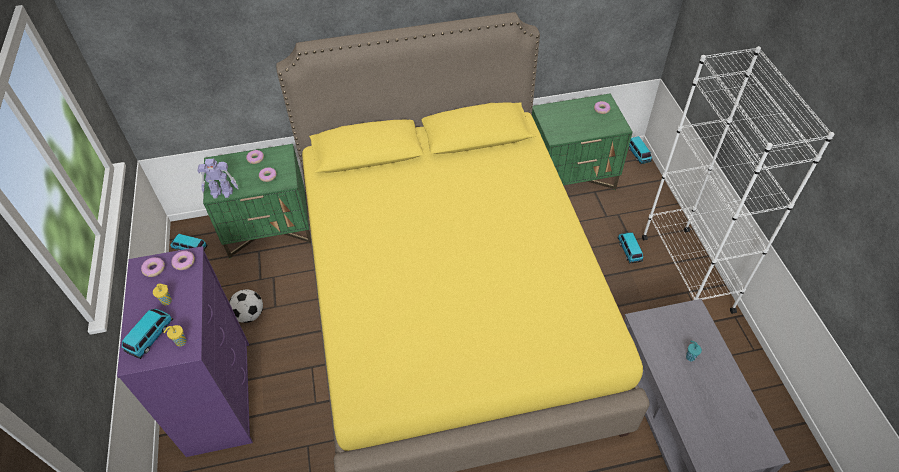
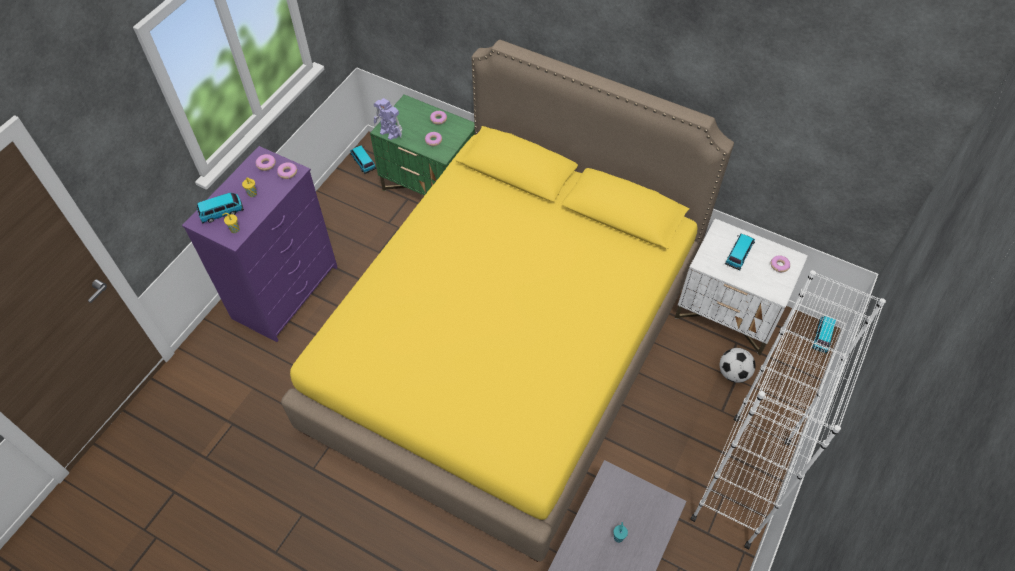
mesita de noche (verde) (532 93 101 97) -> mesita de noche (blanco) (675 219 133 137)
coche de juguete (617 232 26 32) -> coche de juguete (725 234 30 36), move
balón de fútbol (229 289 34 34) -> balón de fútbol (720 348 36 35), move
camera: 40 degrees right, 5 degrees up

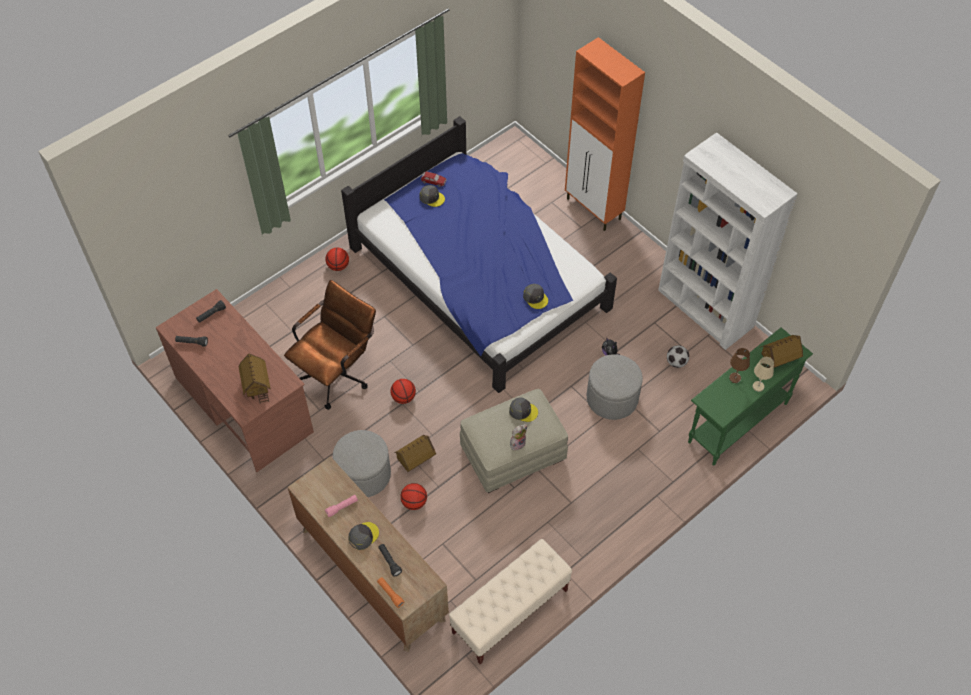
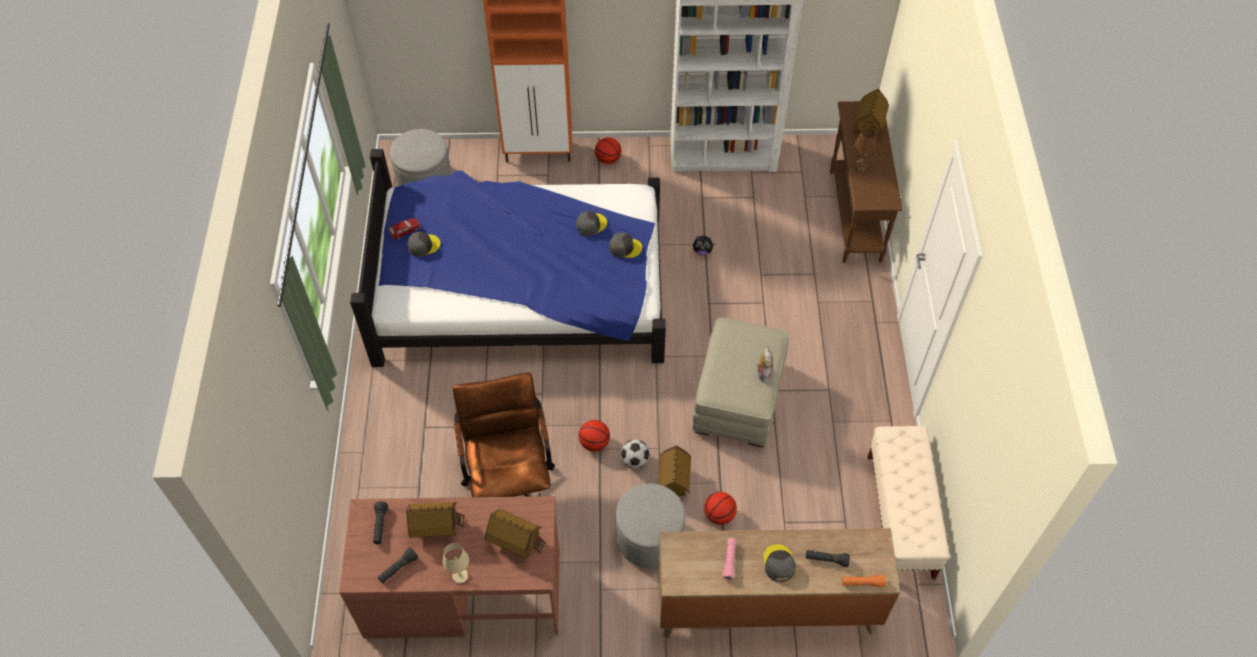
balón de baloncesto (325 248 24 23) -> balón de baloncesto (595 137 26 27), move
mesa consola (verde) (688 328 125 137) -> mesa consola (marrón) (830 101 72 162)
balón de fútbol (667 345 22 23) -> balón de fútbol (621 439 29 29), move
puf (gris) (587 354 56 66) -> puf (gris) (390 129 62 57), move
lámpara de mesa (beis) (752 357 22 35) -> lámpara de mesa (beis) (443 543 26 41), move
gorra (gris) (509 398 29 24) -> gorra (gris) (576 211 31 25), move
none -> casita (406 502 59 36)
camera: 50 degrees left, 0 degrees up

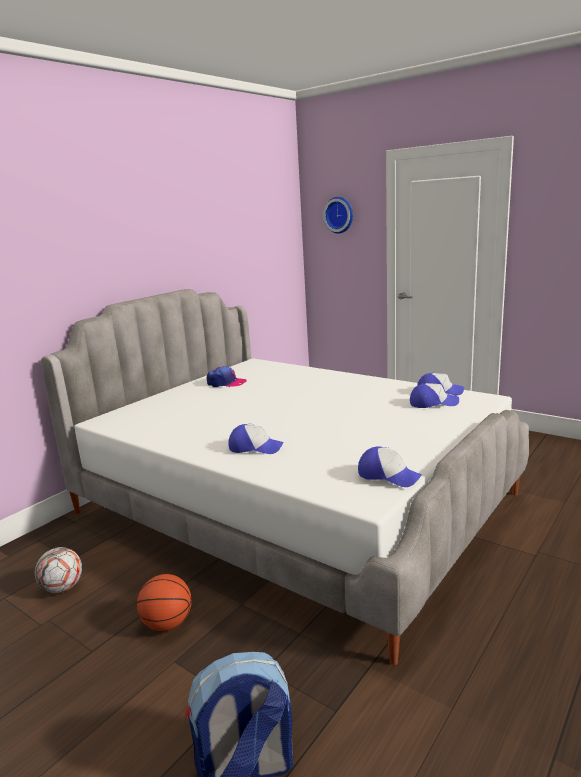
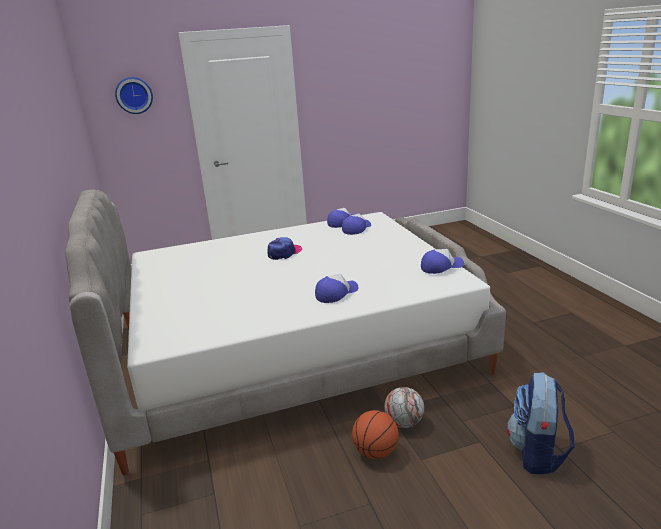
gorra (207 366 40 21) -> gorra (267 237 35 23), move
balón de fútbol (35 547 47 46) -> balón de fútbol (384 387 40 41), move
camera: 55 degrees left, 5 degrees up

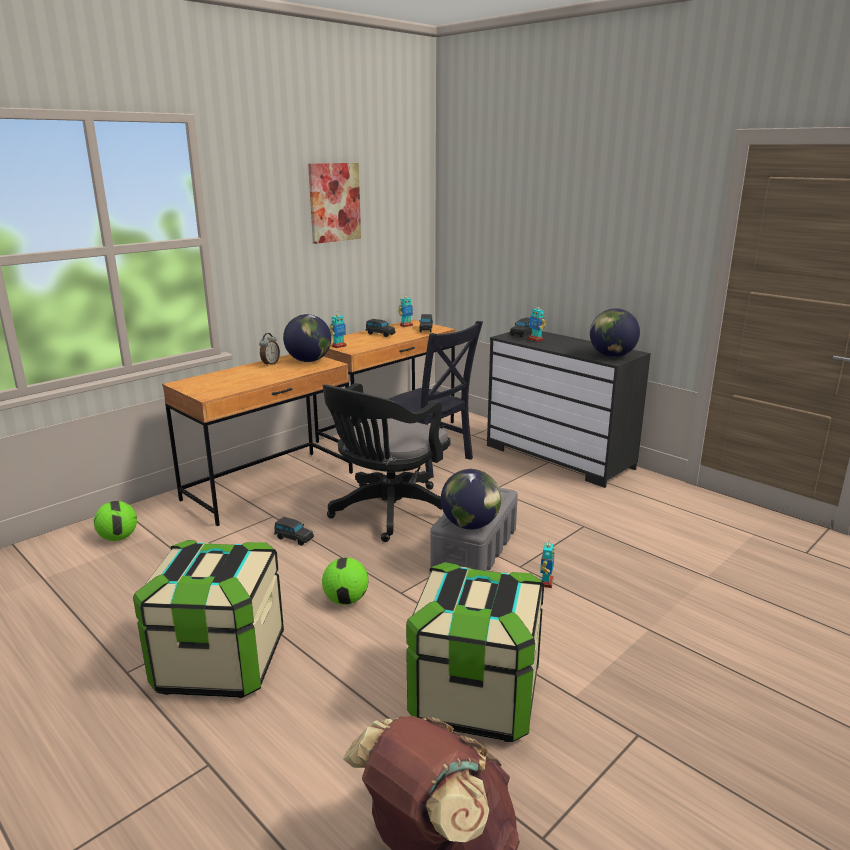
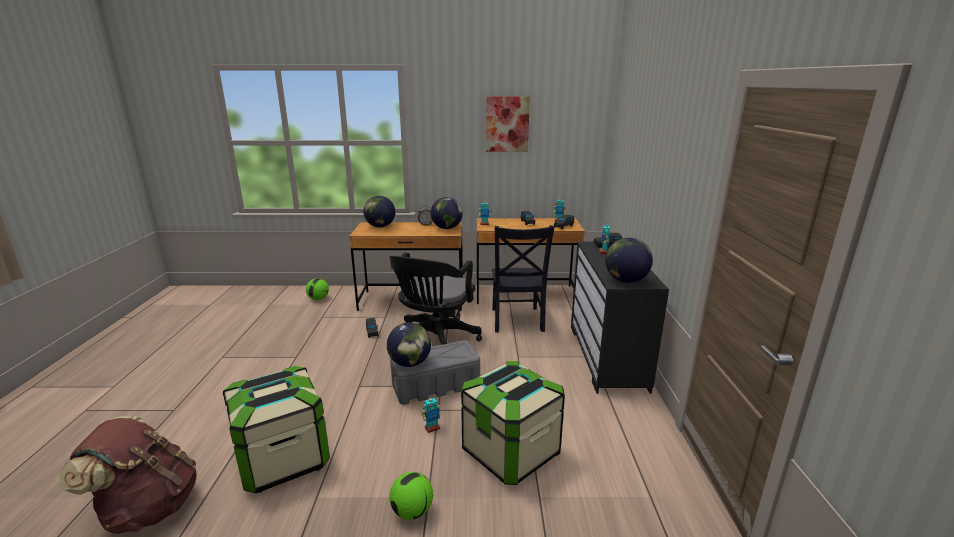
silla de oficina (negro) (322 383 129 159) -> silla de oficina (negro) (390 253 92 92), 60 degrees counterclockwise
caja de almacenaje (133 540 151 158) -> caja de almacenaje (461 361 104 124), move
balón de fútbol (322 557 46 48) -> balón de fútbol (390 472 43 48), move
none -> globo terráqueo (363 196 32 31)
camera: 45 degrees right, 0 degrees up

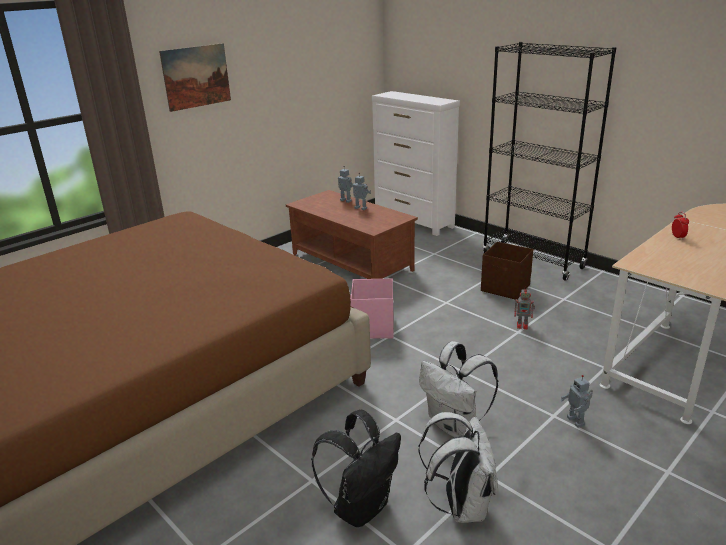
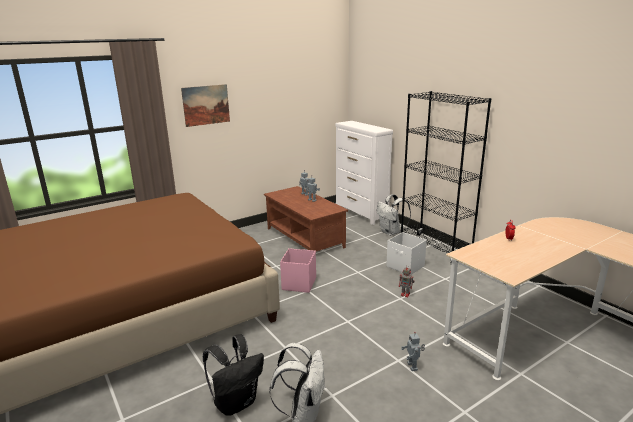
caja de almacenaje (marrón) (481 242 52 58) -> caja de almacenaje (blanco) (386 232 41 43)
mochila (blanco) (419 341 80 96) -> mochila (blanco) (377 194 34 42), move
camera: 10 degrees right, 5 degrees down

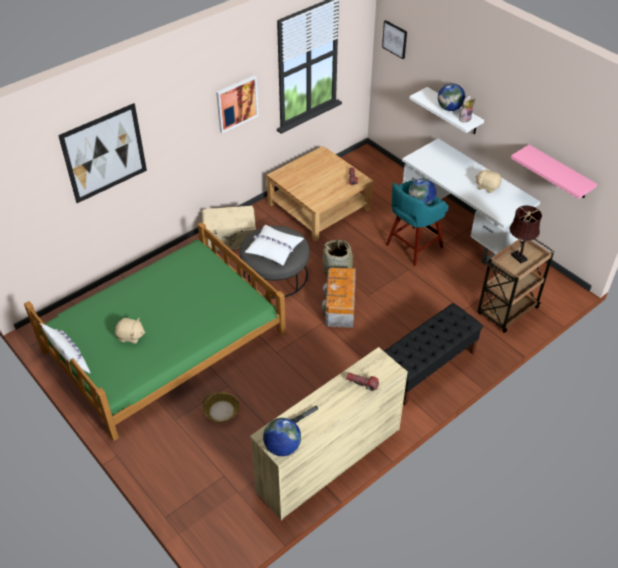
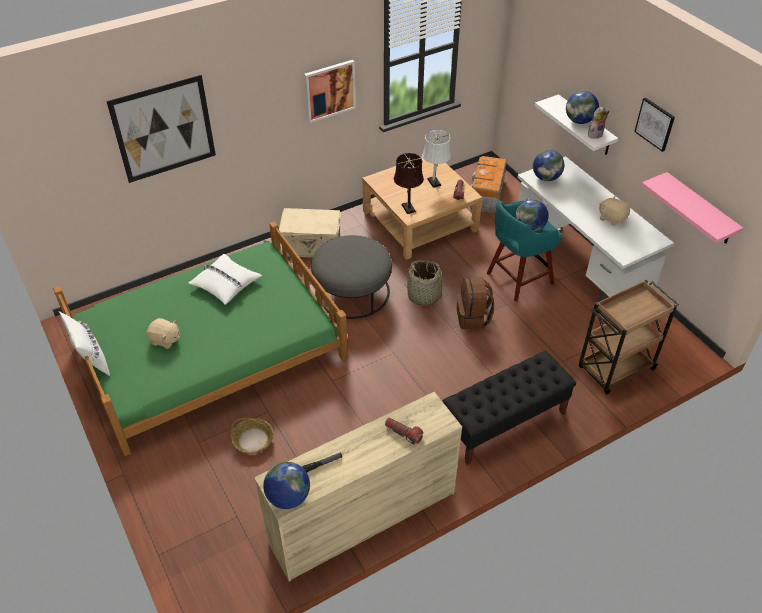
cuadro (382 20 25 39) -> cuadro (634 98 41 54), move
lámpara de mesa (marrón) (509 205 33 58) -> lámpara de mesa (marrón) (393 153 31 61), move
cojín (blanco) (245 225 59 41) -> cojín (blanco) (189 254 73 51), move
caja de almacenaje (322 267 34 61) -> caja de almacenaje (470 156 37 58), move
none -> lámpara de mesa (blanco) (422 130 29 58)
none -> globo terráqueo (533 150 31 31)
none -> mochila (marrón) (457 277 37 52)
camera: 10 degrees right, 0 degrees up

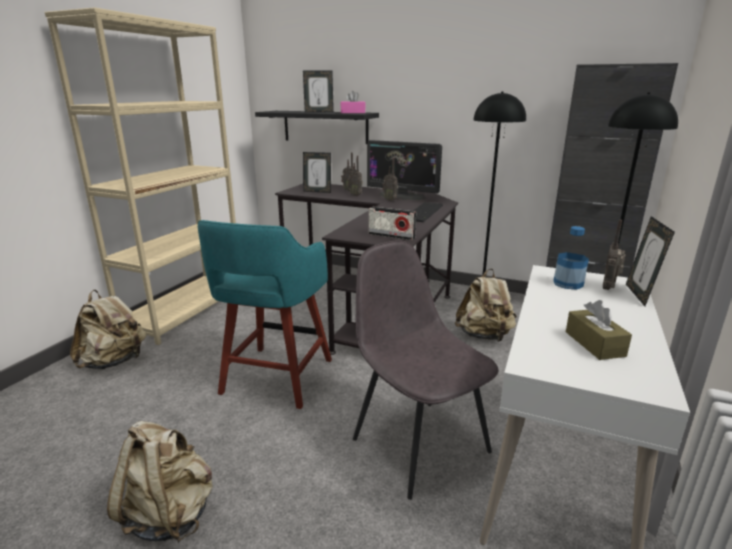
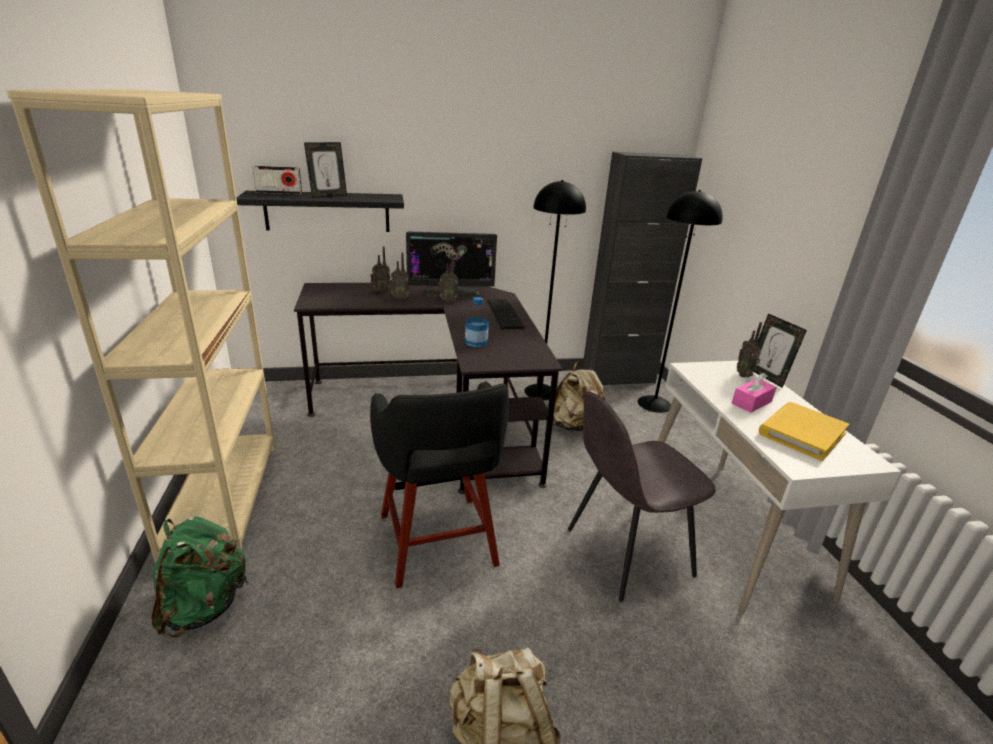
caja de pañuelos (rosa) (340 91 26 22) -> caja de pañuelos (rosa) (732 373 45 40), move
portarretratos (303 152 28 41) -> none
radio (369 207 47 33) -> radio (252 166 50 28), move
taburete (turquesa) (198 220 134 189) -> taburete (negro) (370 381 139 207)
botella (553 226 36 64) -> botella (465 297 24 51), move
silla (gris) (353 240 146 260) -> silla (gris) (568 391 148 211), 45 degrees counterclockwise
mochila (beis) (70 290 76 79) -> mochila (verde) (151 516 98 122)
caja de pañuelos (marrón) (566 300 66 60) -> libro (amarillo) (759 402 90 59)
camera: 35 degrees left, 5 degrees up

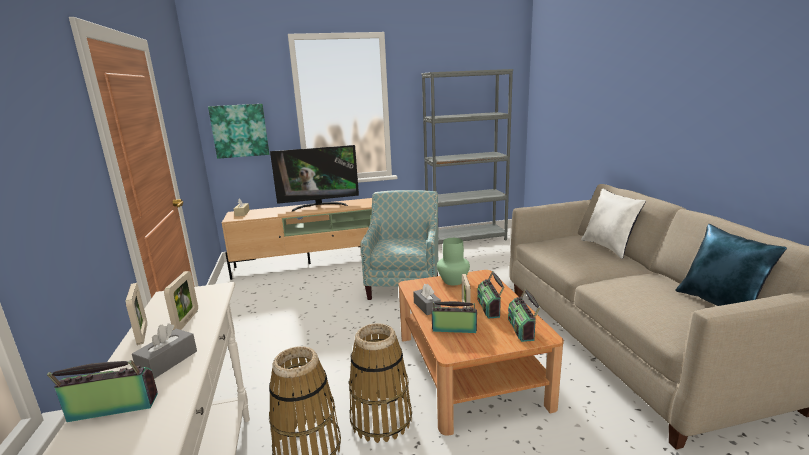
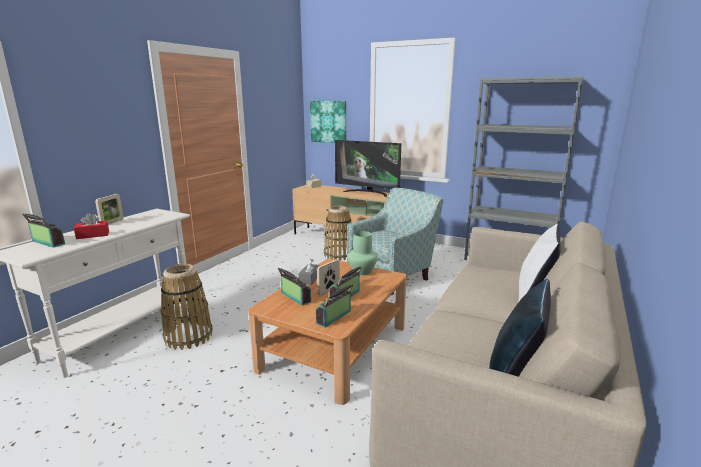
portarretratos (164 271 34 59) -> none
caja de pañuelos (gris) (132 323 65 56) -> caja de pañuelos (rojo) (74 213 35 26)
cesta (349 323 63 120) -> cesta (324 205 28 56), move
camera: 40 degrees right, 0 degrees up

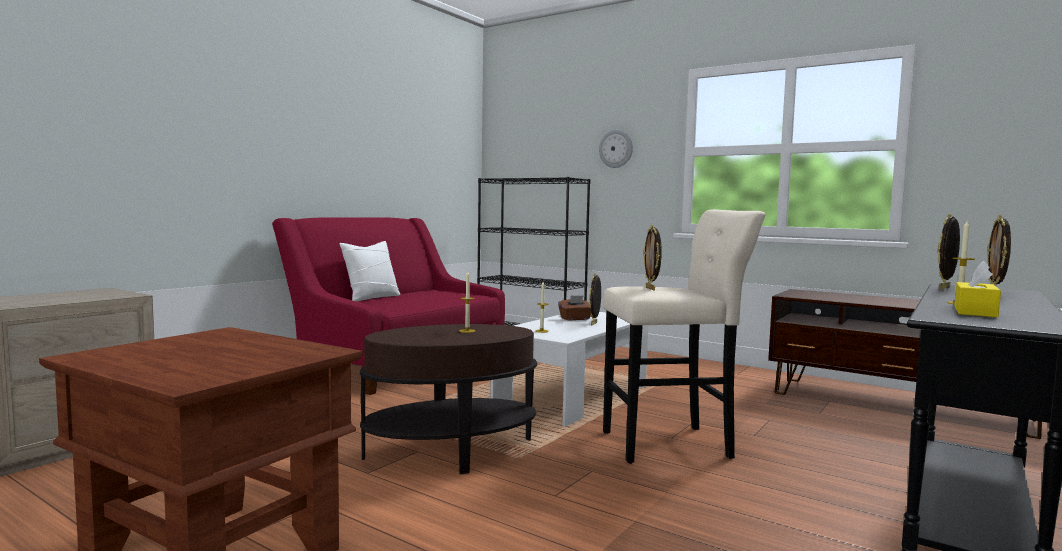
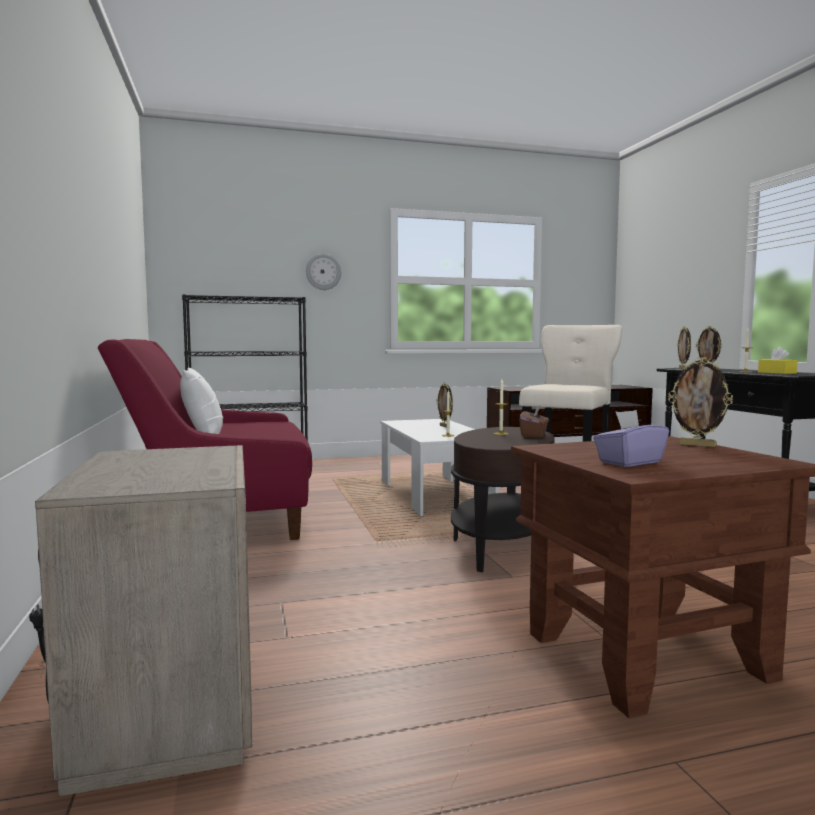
portarretratos (643 225 19 65) -> portarretratos (668 357 65 90), move
caja de pañuelos (marrón) (558 295 33 25) -> caja de pañuelos (marrón) (519 405 30 33), move
none -> caja de pañuelos (morado) (593 410 76 57)
camera: 50 degrees left, 0 degrees up

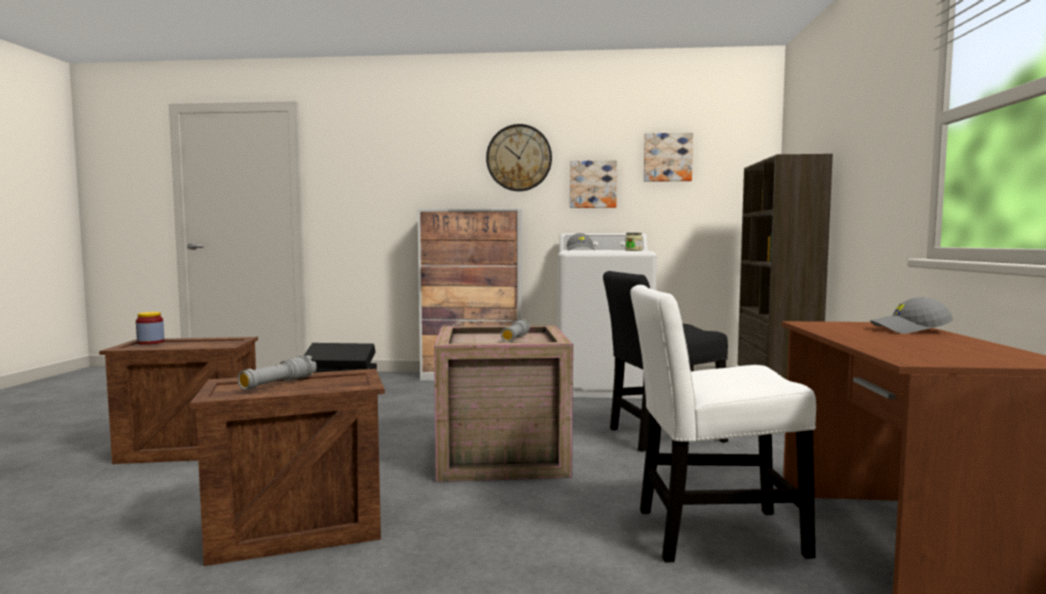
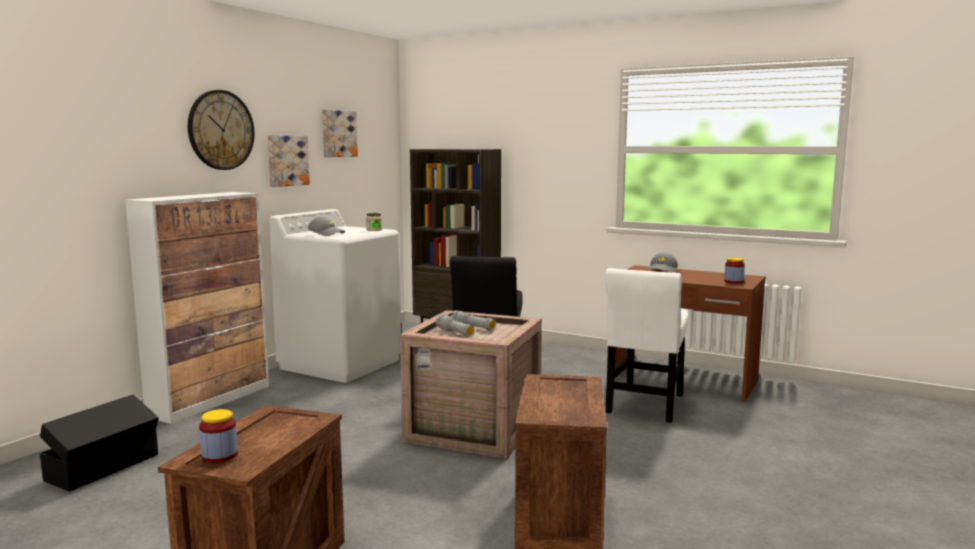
linterna (gris) (238 355 79 35) -> linterna (gris) (435 314 40 23), move
none -> tarro (724 258 21 26)
camera: 65 degrees left, 5 degrees up

